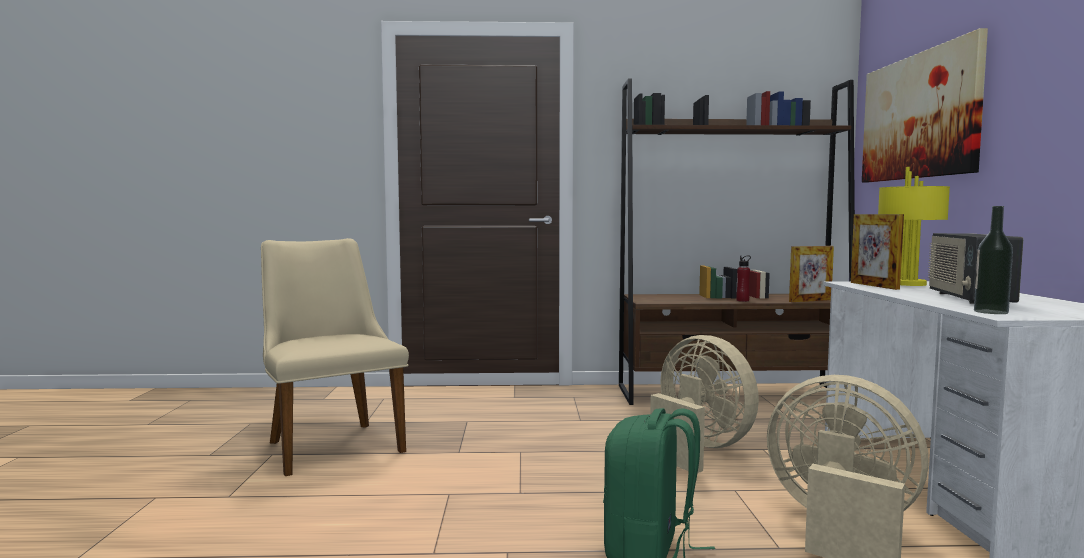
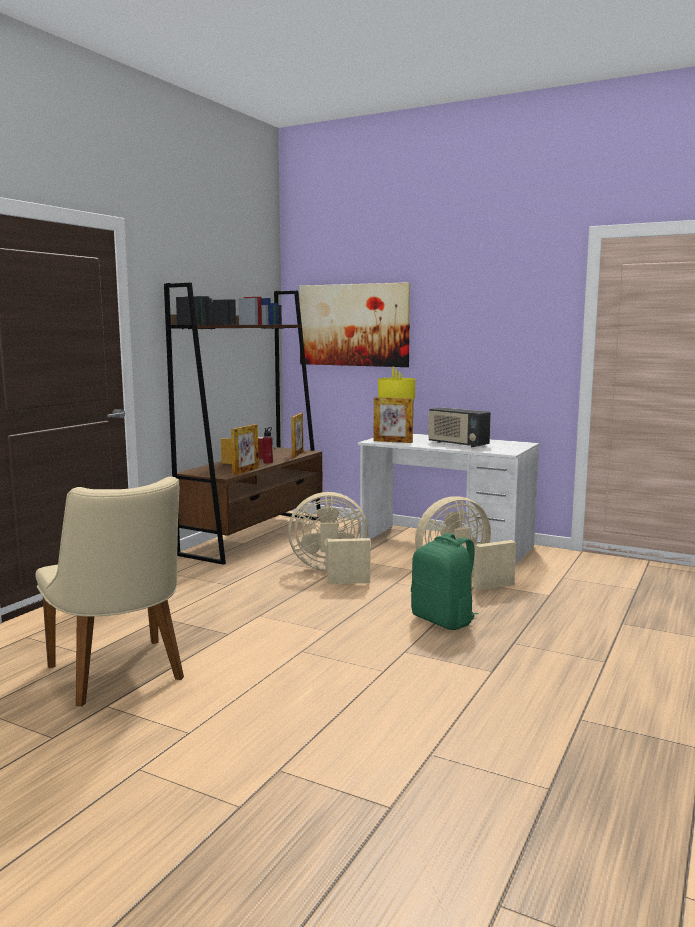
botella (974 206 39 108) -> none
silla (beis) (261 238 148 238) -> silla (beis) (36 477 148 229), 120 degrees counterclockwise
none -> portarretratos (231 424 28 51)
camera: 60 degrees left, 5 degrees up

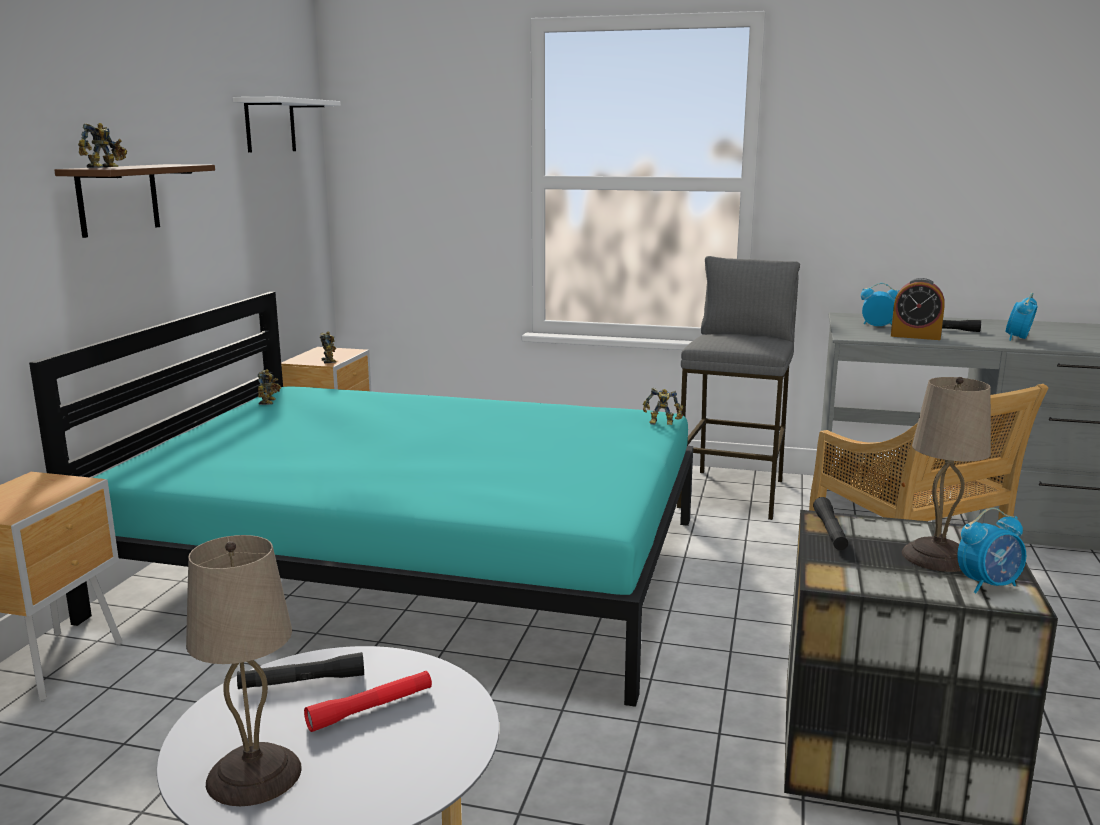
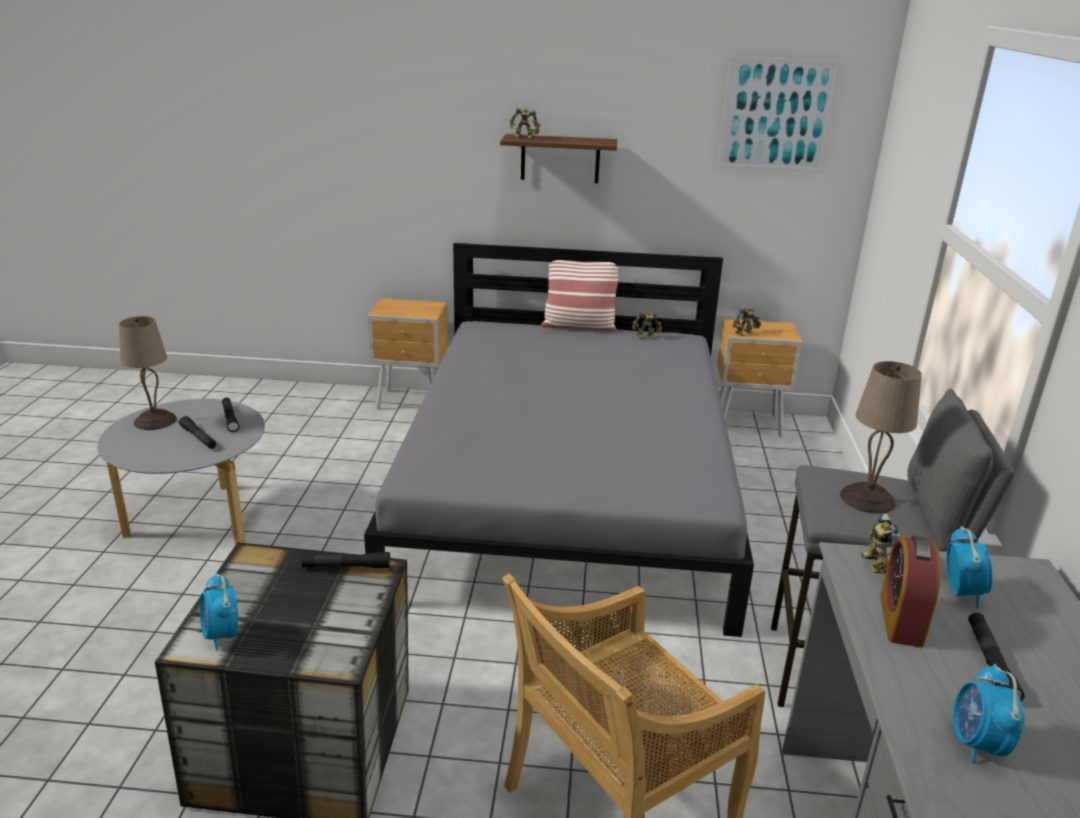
estante (blanco) (233 96 108 57) -> cuadro (718 57 124 116)
cama (turquesa) (29 292 664 415) -> cama (gris) (364 243 390 394)
despertador (1006 293 32 48) -> despertador (953 664 72 100), 105 degrees counterclockwise
lámpara de mesa (beis) (902 377 89 195) -> lámpara de mesa (beis) (840 361 82 153), move
robot de juguete (643 388 40 37) -> robot de juguete (861 513 42 61), move
linterna (rojo) (304 671 128 61) -> linterna (negro) (179 416 37 33)
none -> cojín (541 260 78 72)
camera: 80 degrees right, 10 degrees up

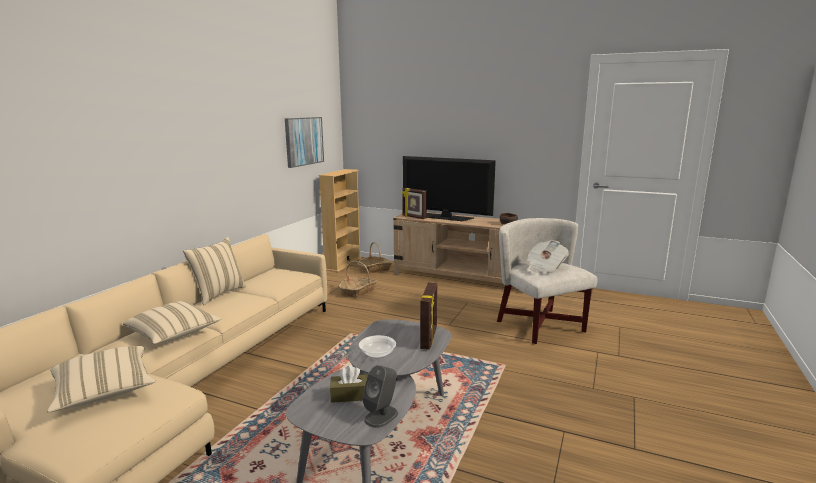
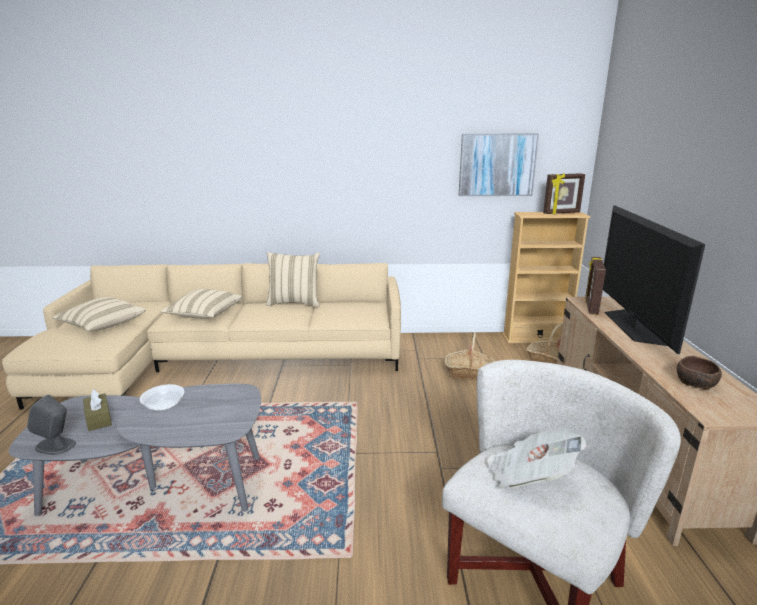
portarretratos (420 282 17 68) -> portarretratos (543 173 42 41), move
camera: 65 degrees right, 5 degrees up

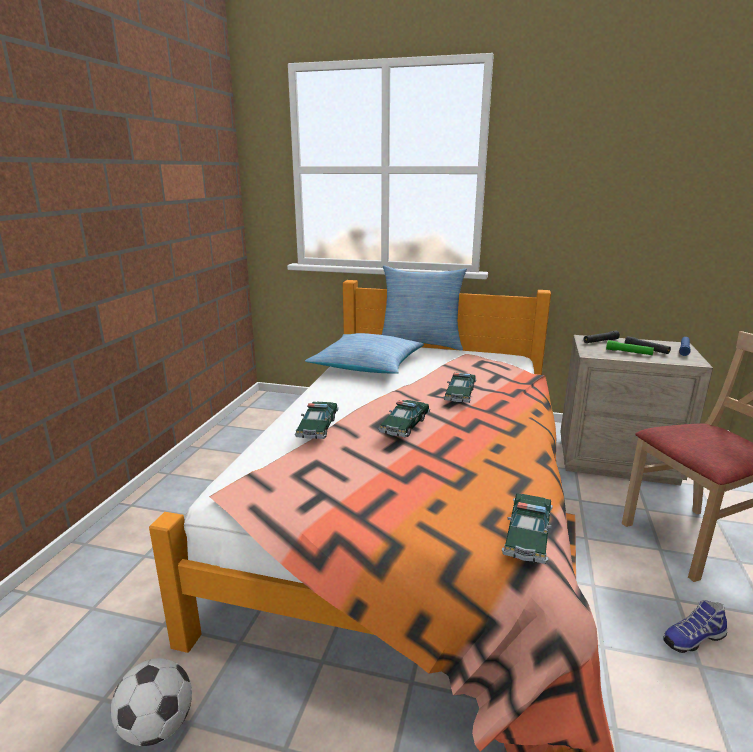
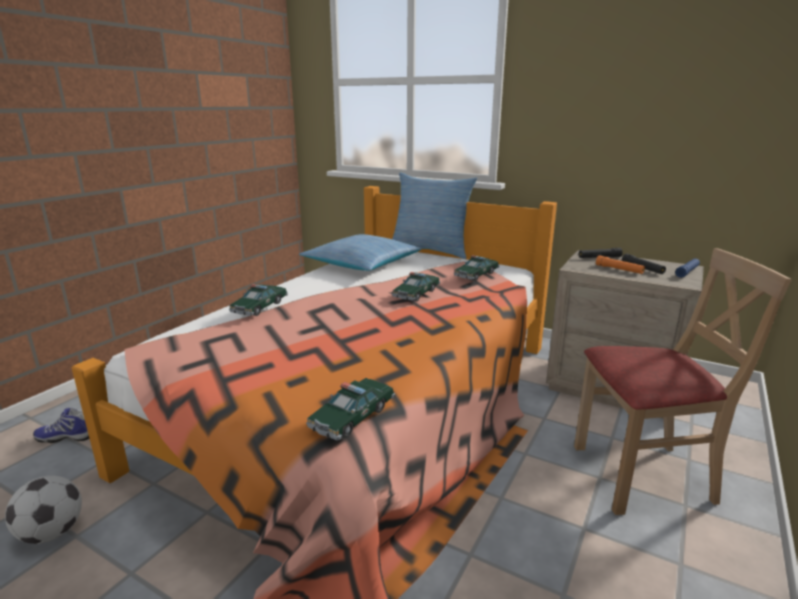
linterna (verde) (606 340 48 15) -> linterna (naranja) (596 255 49 19)
coche de juguete (378 400 52 37) -> coche de juguete (454 255 45 26), move
zapato (663 600 64 53) -> zapato (33 408 56 35), move
camera: 15 degrees right, 0 degrees up

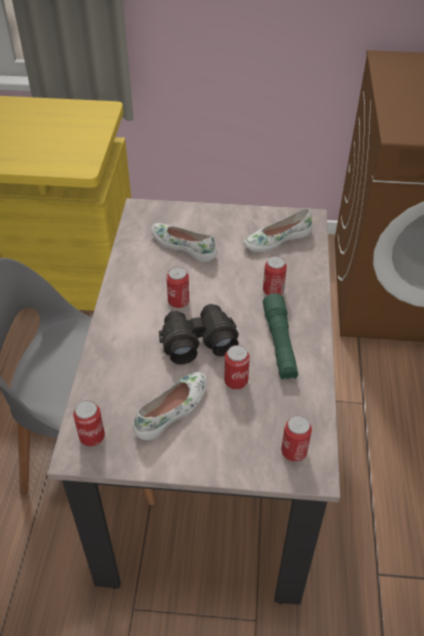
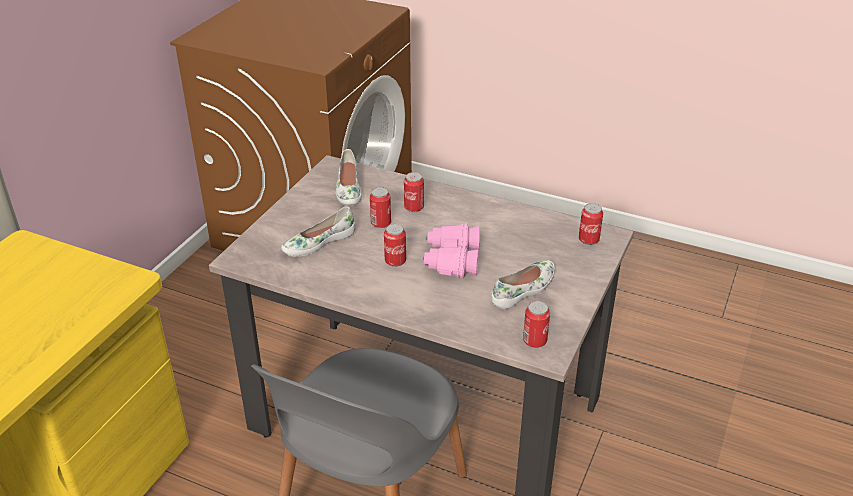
linterna (verde) (263 293 35 87) -> none
prismáticos (negro) (159 304 80 61) -> prismáticos (rosa) (423 224 57 54)
lata (224 345 26 44) -> lata (370 187 21 41), move
zapato (blanco) (133 372 74 69) -> zapato (blanco) (491 260 64 49), 75 degrees clockwise
camera: 70 degrees left, 10 degrees down

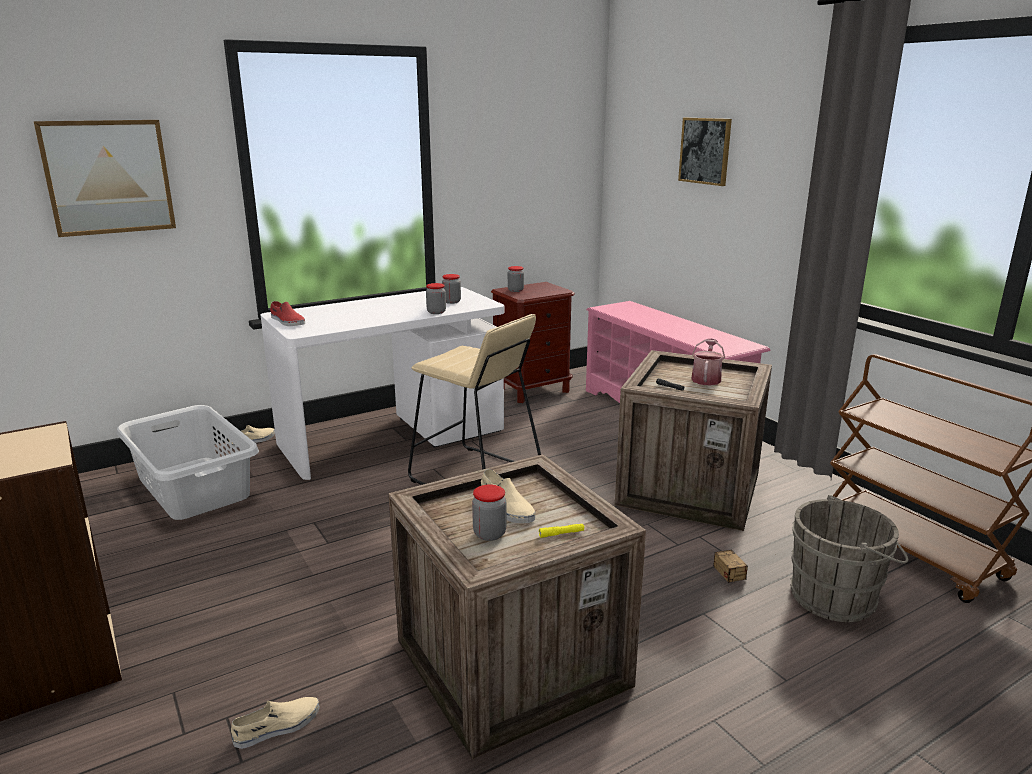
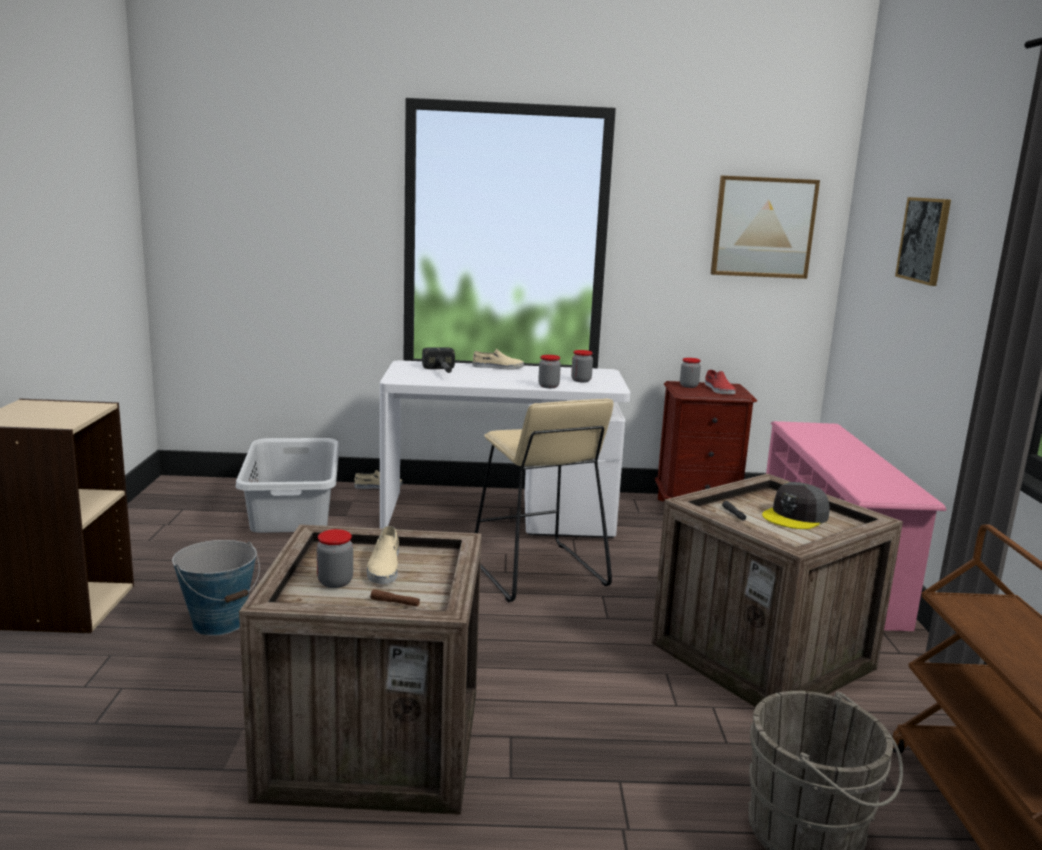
cuadro (34 120 142 117) -> cuadro (711 176 109 103), move
zapato (rojo) (270 301 35 25) -> zapato (rojo) (705 370 31 24), move
regadera (691 339 34 47) -> gorra (gris) (762 482 68 47)
linterna (amarillo) (539 524 45 14) -> linterna (marrón) (370 589 50 17)
caja de almacenaje (713 550 63 33) -> none
zapato (beis) (231 697 89 52) -> zapato (beis) (472 349 52 21), move
none -> martillo (422 347 33 26)
none -> cubo (172 540 88 96)
camera: 30 degrees right, 5 degrees down

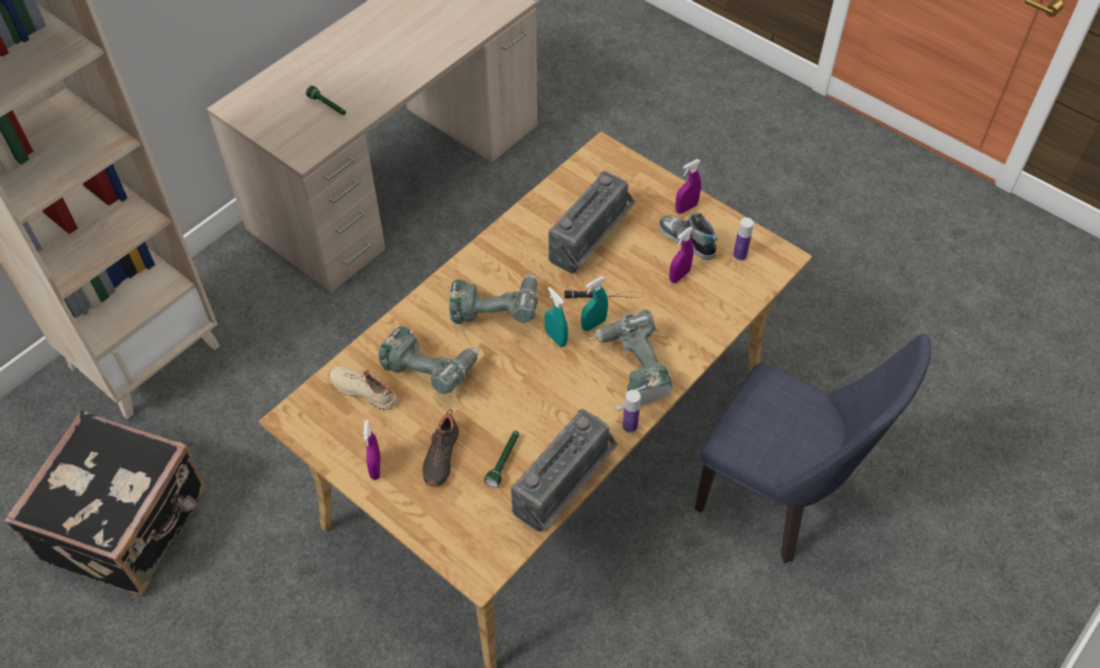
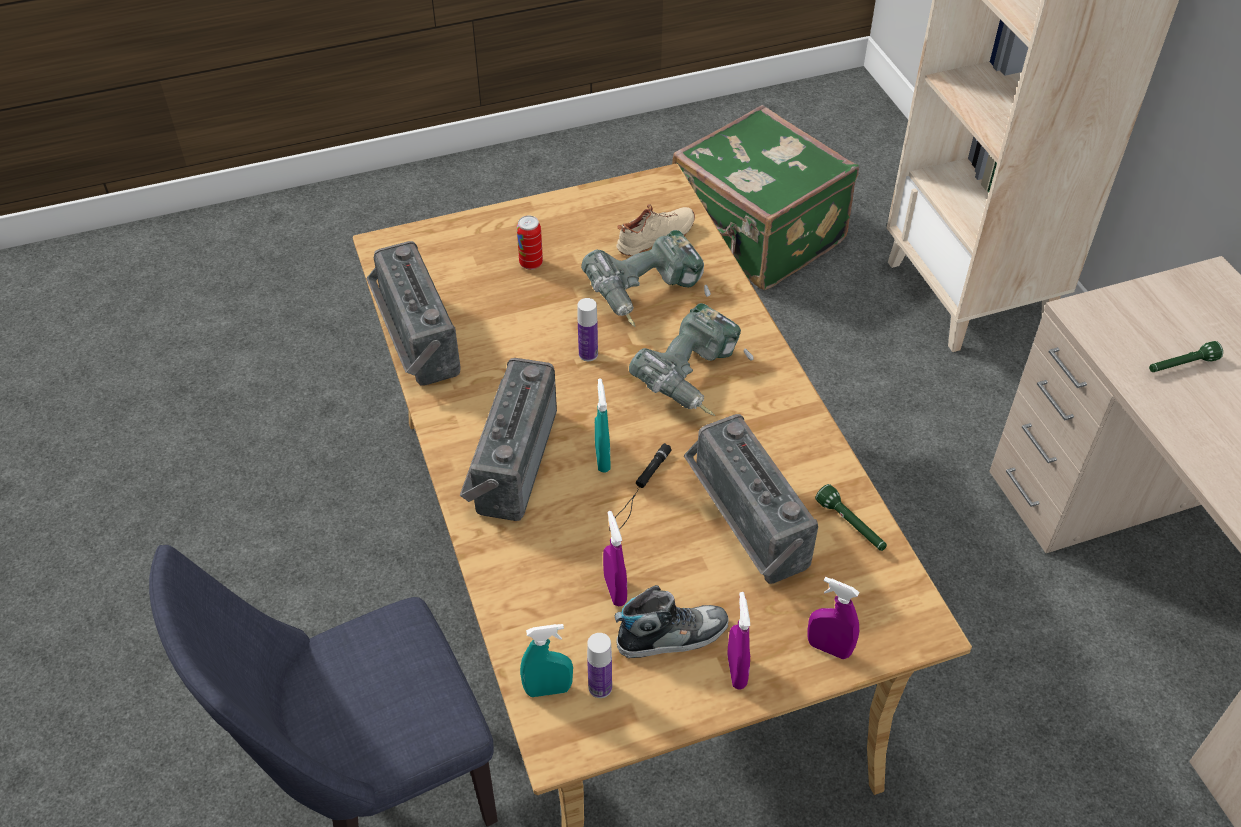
pulverizador (turquesa) (544 287 24 60) -> pulverizador (turquesa) (520 624 53 73), move
taladro (583 309 89 101) -> radio (460 358 97 163)
botella (622 390 19 43) -> botella (578 298 20 63), move
zapato (negro) (423 409 36 77) -> lata (517 215 26 55)
maleta (negro) (5 411 201 184) -> maleta (verde) (672 105 187 185)
pulverizador (morado) (364 420 17 60) -> pulverizador (morado) (807 577 52 82), move
linterna (verde) (484 431 35 57) -> linterna (verde) (815 484 72 67), move
camera: 120 degrees right, 5 degrees down

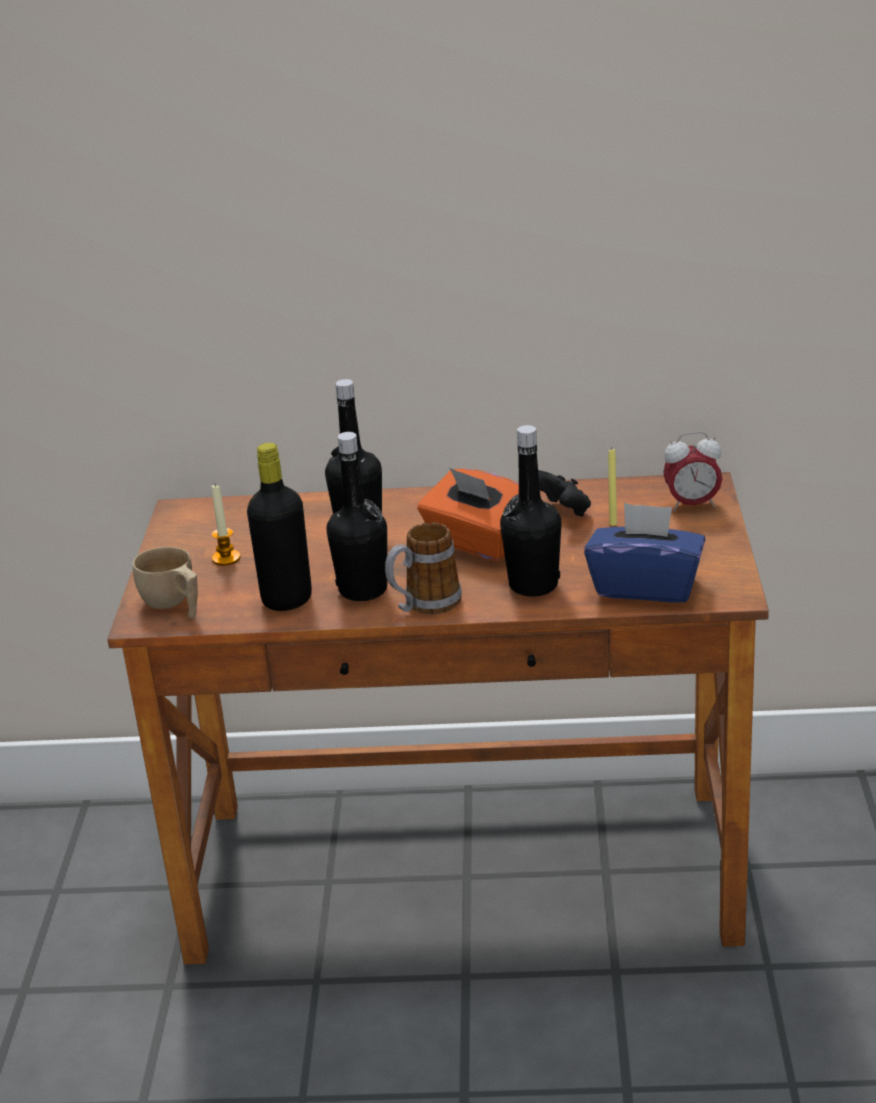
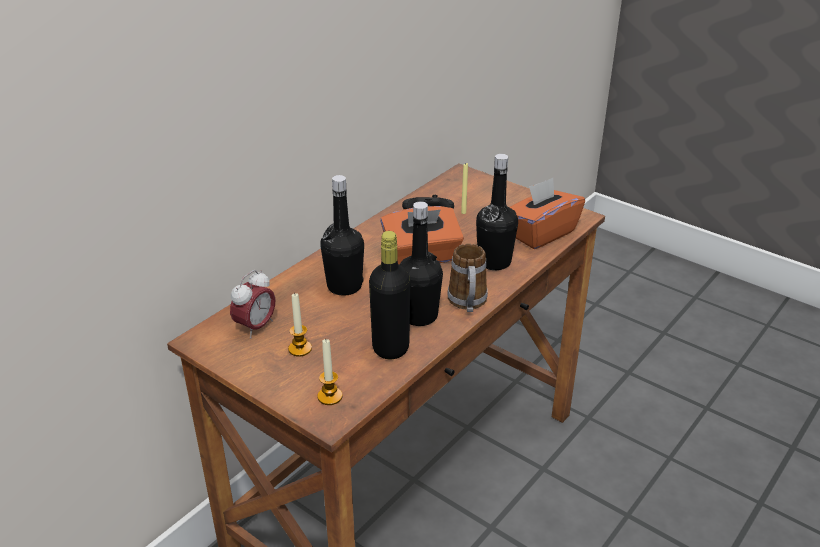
despertador (663 431 59 80) -> despertador (230 270 46 69), move
caja de pañuelos (azul) (584 503 121 99) -> caja de pañuelos (naranja) (509 178 76 71)
taza (beis) (133 547 65 71) -> vela (317 339 26 66)
camera: 55 degrees left, 5 degrees up

